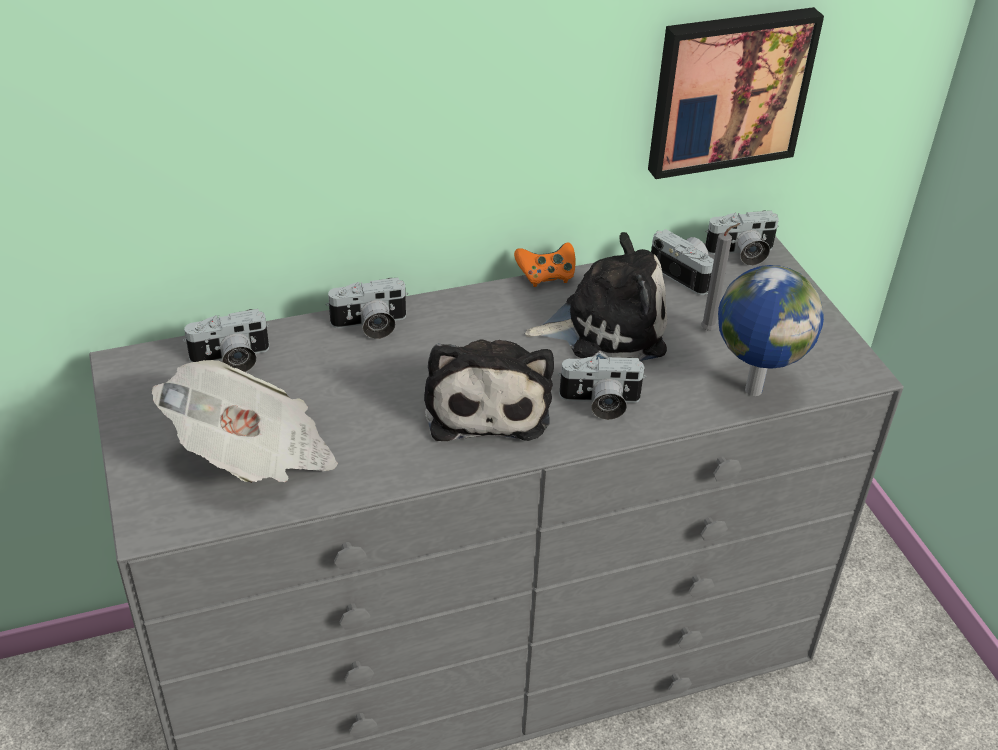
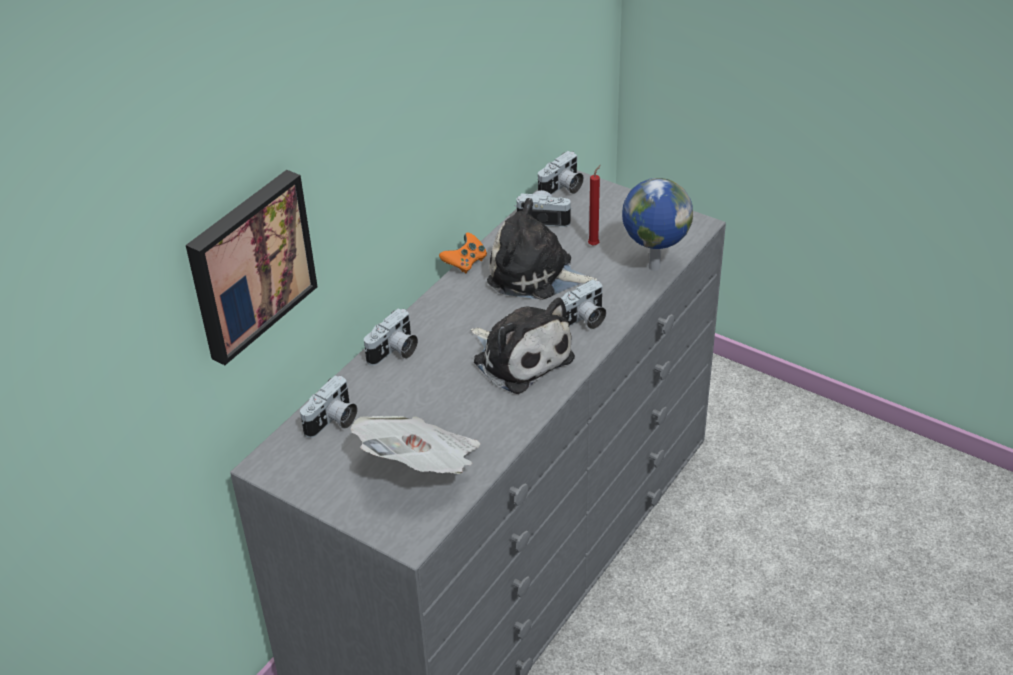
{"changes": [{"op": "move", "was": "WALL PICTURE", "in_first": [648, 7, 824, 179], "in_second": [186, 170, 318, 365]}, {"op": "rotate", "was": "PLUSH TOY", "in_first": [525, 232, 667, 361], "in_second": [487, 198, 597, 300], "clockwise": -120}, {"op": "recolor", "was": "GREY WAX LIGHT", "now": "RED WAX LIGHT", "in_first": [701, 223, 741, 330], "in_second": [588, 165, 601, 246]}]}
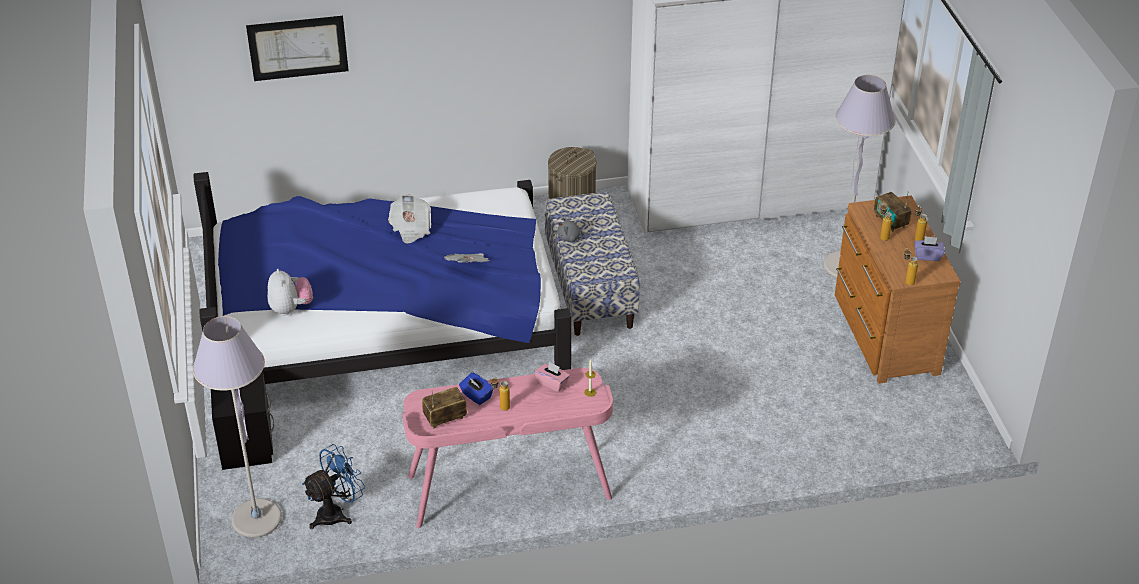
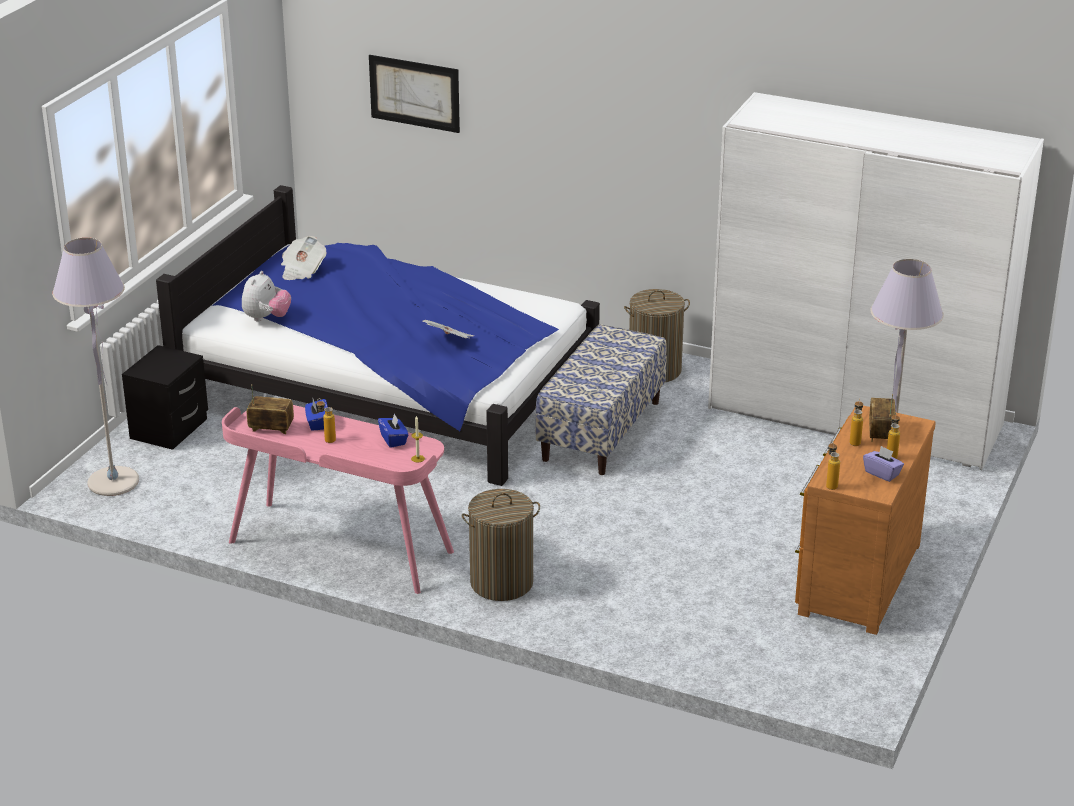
{"changes": [{"op": "move", "was": "DAILY PAPER", "in_first": [388, 194, 431, 244], "in_second": [281, 236, 327, 280]}, {"op": "recolor", "was": "PINK-COLOURED BOX OF TISSUES", "now": "BLUISH BOX OF TISSUES", "in_first": [534, 362, 570, 392], "in_second": [378, 413, 408, 448]}, {"op": "insert", "now": "WASHING BASKET", "in_second": [462, 489, 540, 601]}, {"op": "delete", "was": "BLUISH ELECTRIC FAN", "in_first": [302, 444, 365, 529]}, {"op": "delete", "was": "GREY PLUSH TOY", "in_first": [557, 217, 590, 242]}]}
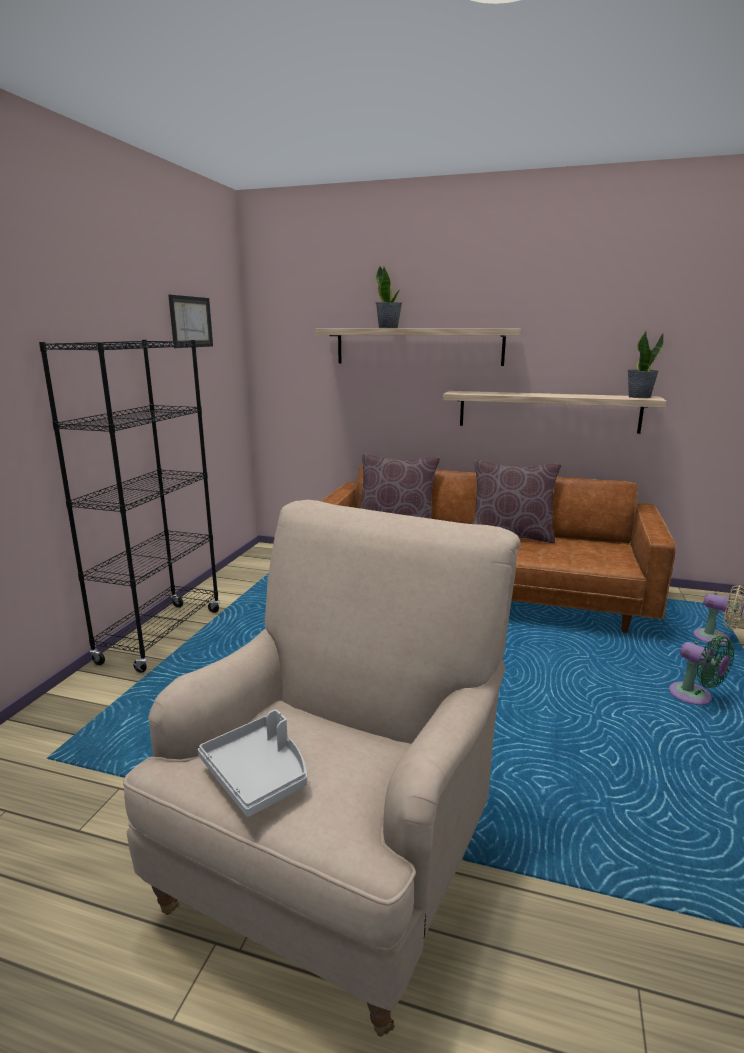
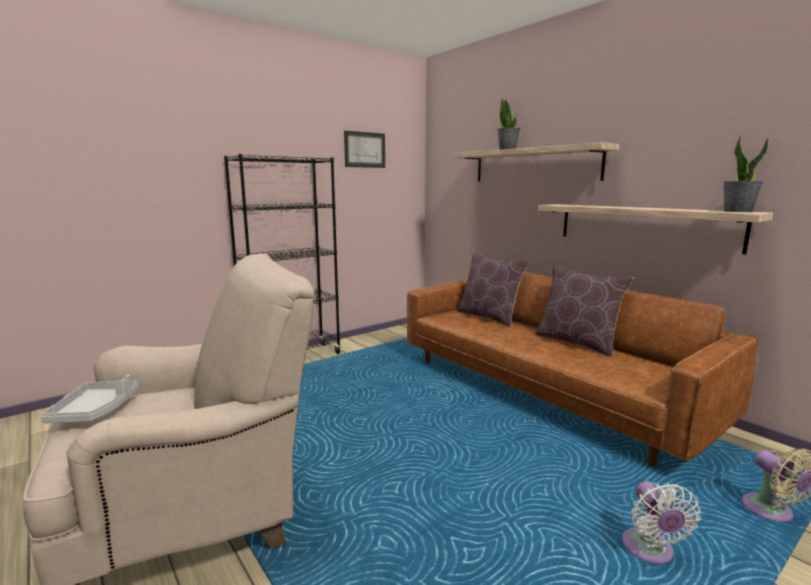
{"changes": [{"op": "recolor", "was": "GREENISH ELECTRIC FAN", "now": "WHITE ELECTRIC FAN", "in_first": [669, 636, 735, 705], "in_second": [622, 481, 701, 564]}]}
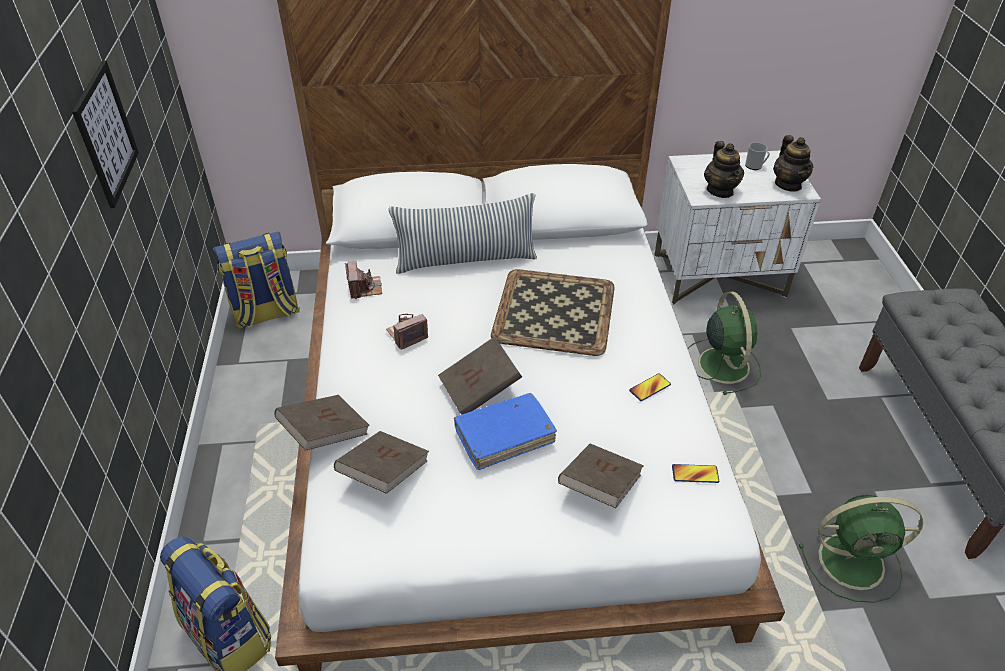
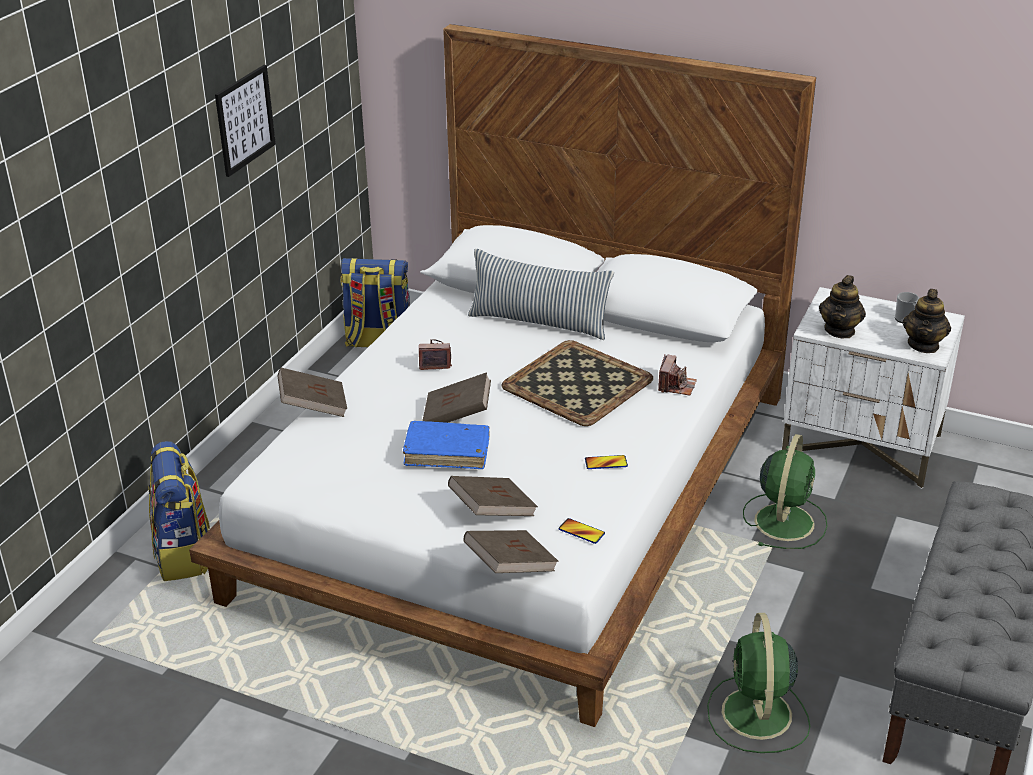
{"changes": [{"op": "move", "was": "BROWN-COLOURED BOOK", "in_first": [334, 431, 429, 494], "in_second": [463, 530, 558, 573]}, {"op": "move", "was": "PHOTO CAMERA", "in_first": [345, 261, 382, 299], "in_second": [658, 355, 697, 395]}, {"op": "rotate", "was": "GREENISH ELECTRIC FAN", "in_first": [799, 494, 923, 603], "in_second": [707, 613, 810, 753], "clockwise": 60}]}
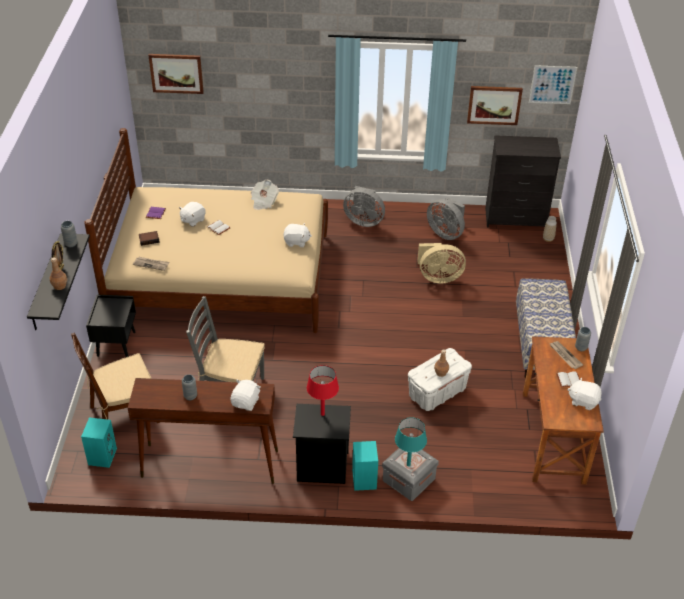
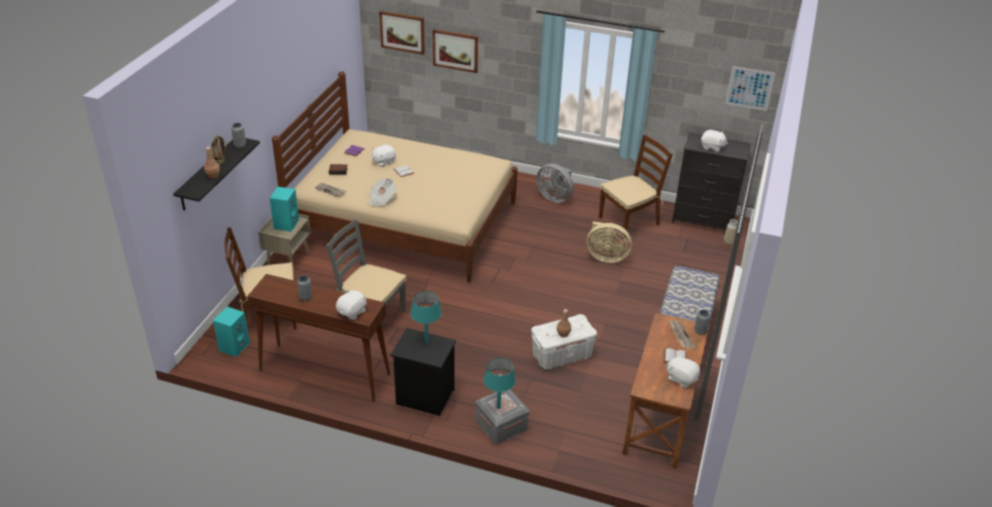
{"changes": [{"op": "recolor", "was": "BLACK-COLOURED BEDSIDE TABLE", "now": "SAND-COLOURED BEDSIDE TABLE", "in_first": [86, 295, 136, 357], "in_second": [258, 214, 311, 271]}, {"op": "move", "was": "BLUE-GREEN LOUDSPEAKER", "in_first": [352, 441, 378, 491], "in_second": [270, 187, 299, 232]}, {"op": "move", "was": "DAILY PAPER", "in_first": [251, 180, 279, 210], "in_second": [369, 178, 397, 206]}, {"op": "recolor", "was": "RED TABLE LAMP", "now": "BLUE-GREEN TABLE LAMP", "in_first": [307, 365, 339, 416], "in_second": [410, 291, 442, 343]}, {"op": "move", "was": "WALL PICTURE", "in_first": [467, 86, 523, 125], "in_second": [433, 29, 478, 73]}, {"op": "replace", "was": "GREY ELECTRIC FAN", "now": "BROWN-COLOURED PLAIN CHAIR", "in_first": [427, 197, 465, 240], "in_second": [599, 134, 673, 238]}, {"op": "move", "was": "WHITE PLUSH TOY", "in_first": [283, 223, 312, 247], "in_second": [701, 130, 728, 152]}]}
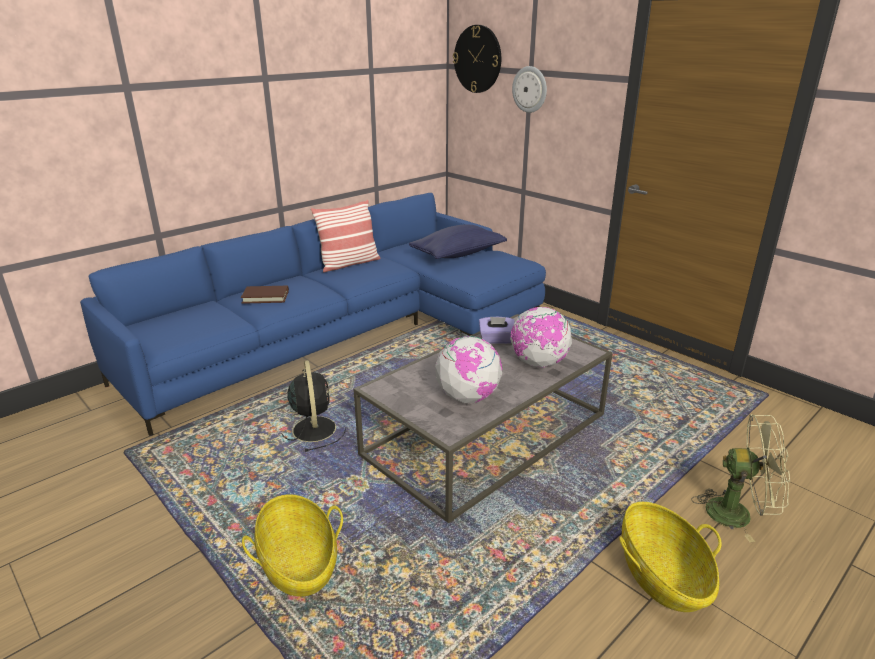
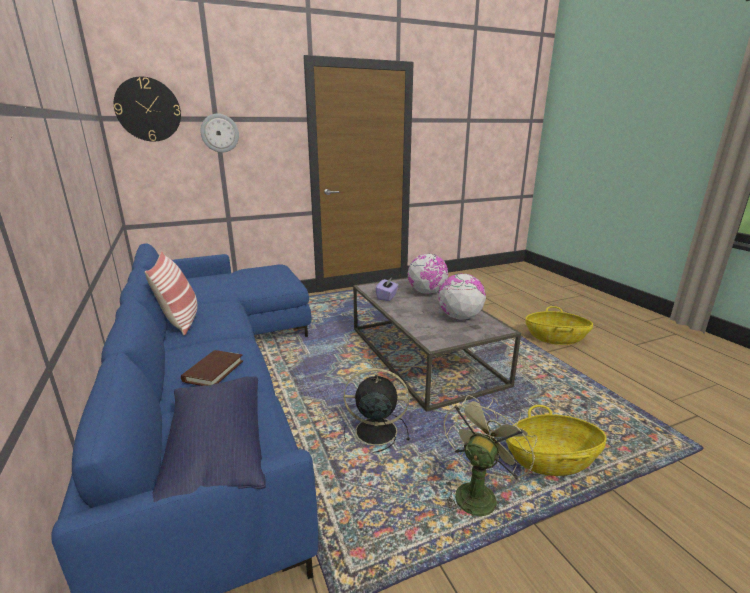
{"changes": [{"op": "move", "was": "BLUISH CUSHION", "in_first": [409, 224, 507, 259], "in_second": [152, 377, 266, 502]}, {"op": "move", "was": "GREENISH ELECTRIC FAN", "in_first": [692, 414, 790, 542], "in_second": [441, 395, 537, 517]}]}
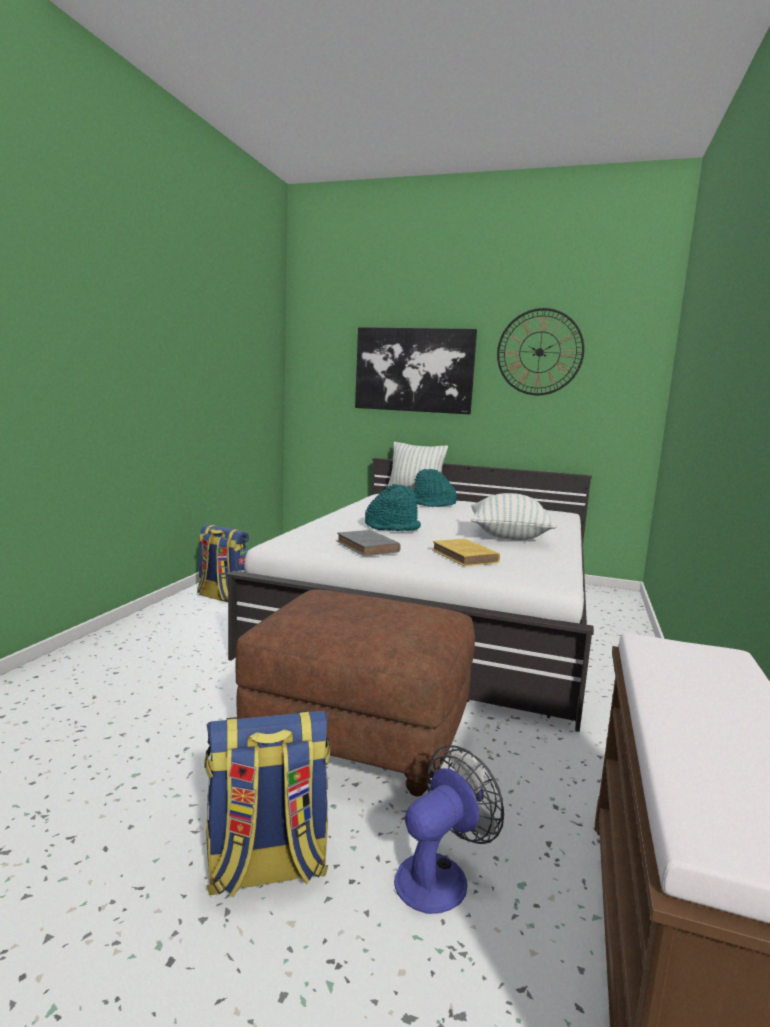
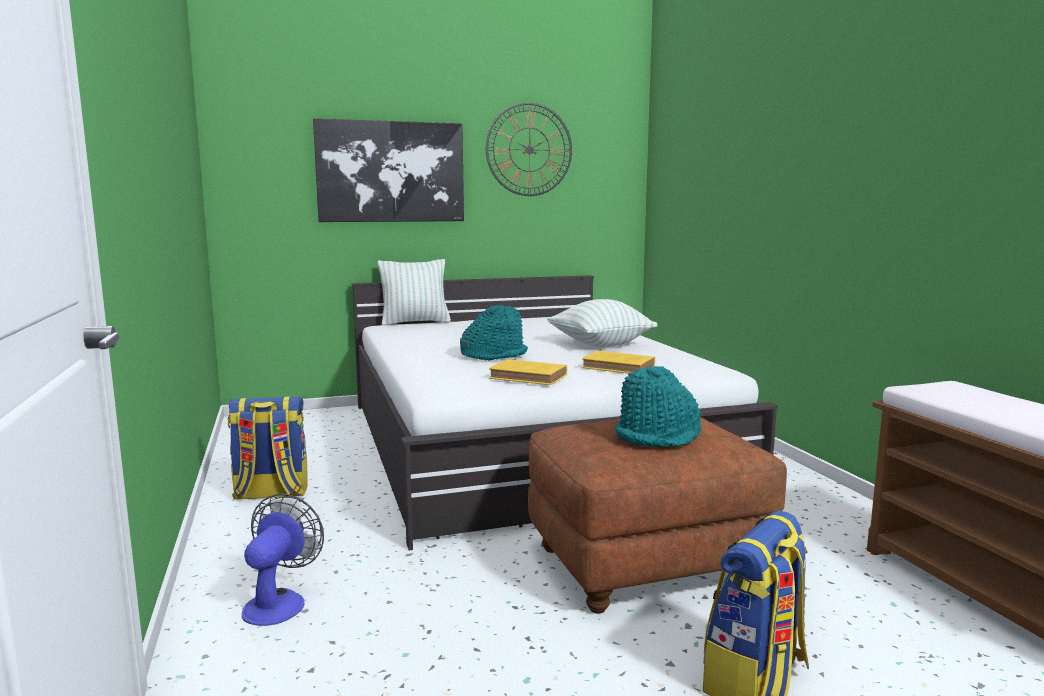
{"changes": [{"op": "move", "was": "ELECTRIC FAN", "in_first": [394, 745, 504, 914], "in_second": [242, 494, 324, 626]}, {"op": "recolor", "was": "GREY BOOK", "now": "YELLOW BOOK", "in_first": [337, 530, 401, 556], "in_second": [489, 359, 567, 385]}, {"op": "move", "was": "BLUE-GREEN HAT", "in_first": [414, 469, 457, 507], "in_second": [615, 366, 701, 447]}]}
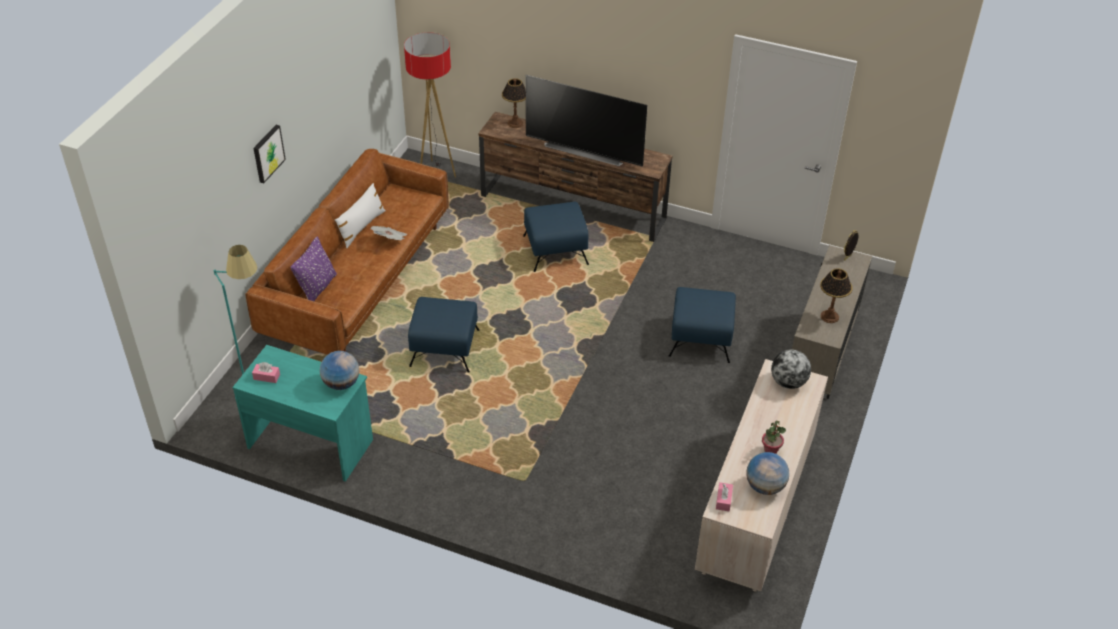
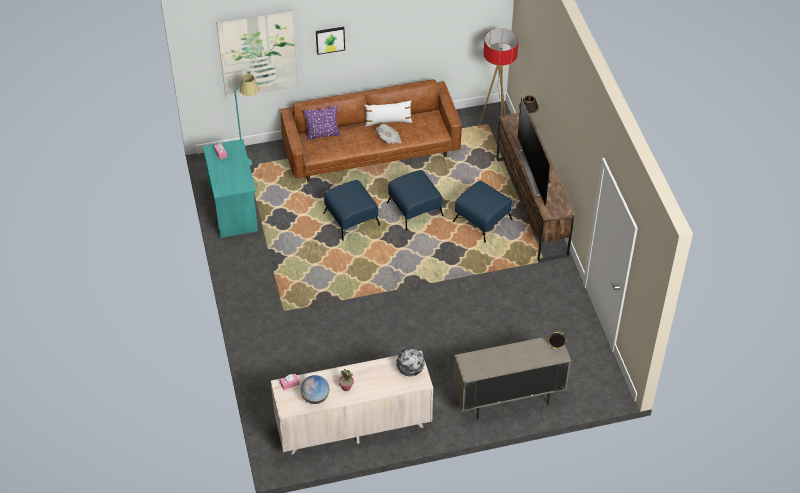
{"changes": [{"op": "insert", "now": "WALL PICTURE", "in_second": [216, 9, 298, 98]}, {"op": "move", "was": "BLUISH OTTOMAN", "in_first": [669, 287, 736, 363], "in_second": [387, 170, 443, 230]}, {"op": "delete", "was": "WORLD GLOBE", "in_first": [320, 351, 359, 390]}, {"op": "delete", "was": "TABLE LAMP", "in_first": [820, 268, 853, 323]}]}
